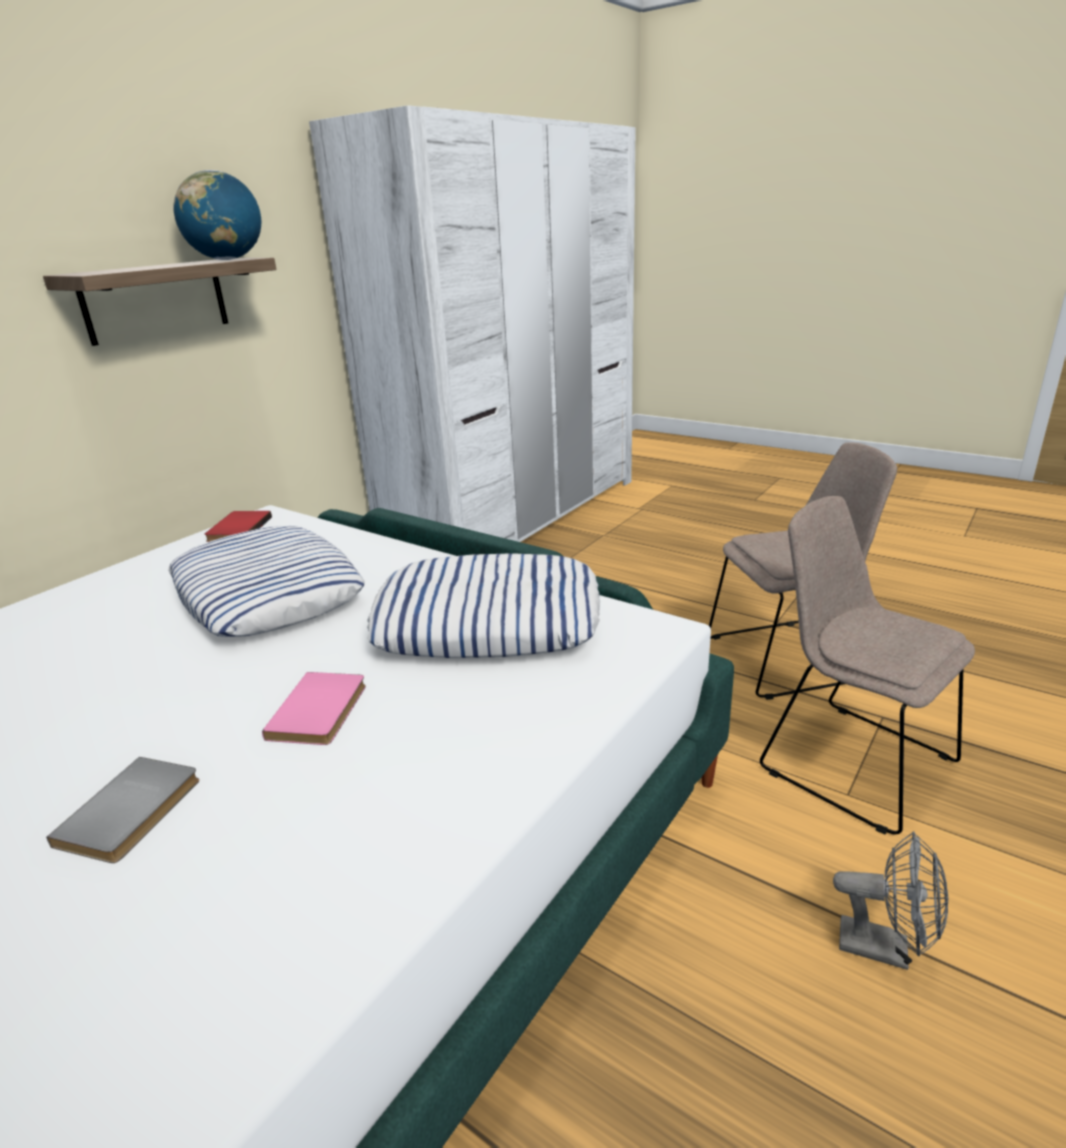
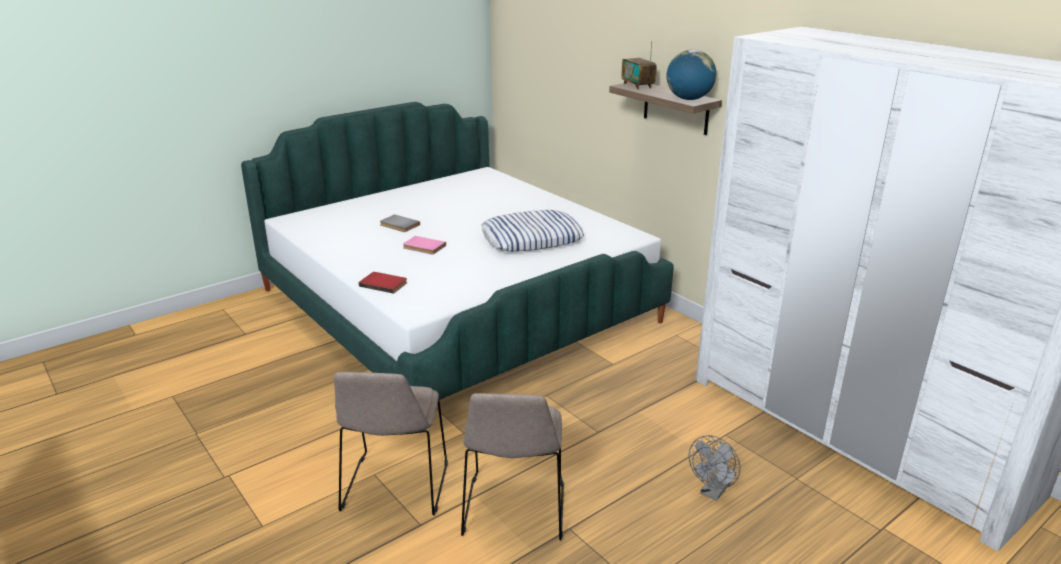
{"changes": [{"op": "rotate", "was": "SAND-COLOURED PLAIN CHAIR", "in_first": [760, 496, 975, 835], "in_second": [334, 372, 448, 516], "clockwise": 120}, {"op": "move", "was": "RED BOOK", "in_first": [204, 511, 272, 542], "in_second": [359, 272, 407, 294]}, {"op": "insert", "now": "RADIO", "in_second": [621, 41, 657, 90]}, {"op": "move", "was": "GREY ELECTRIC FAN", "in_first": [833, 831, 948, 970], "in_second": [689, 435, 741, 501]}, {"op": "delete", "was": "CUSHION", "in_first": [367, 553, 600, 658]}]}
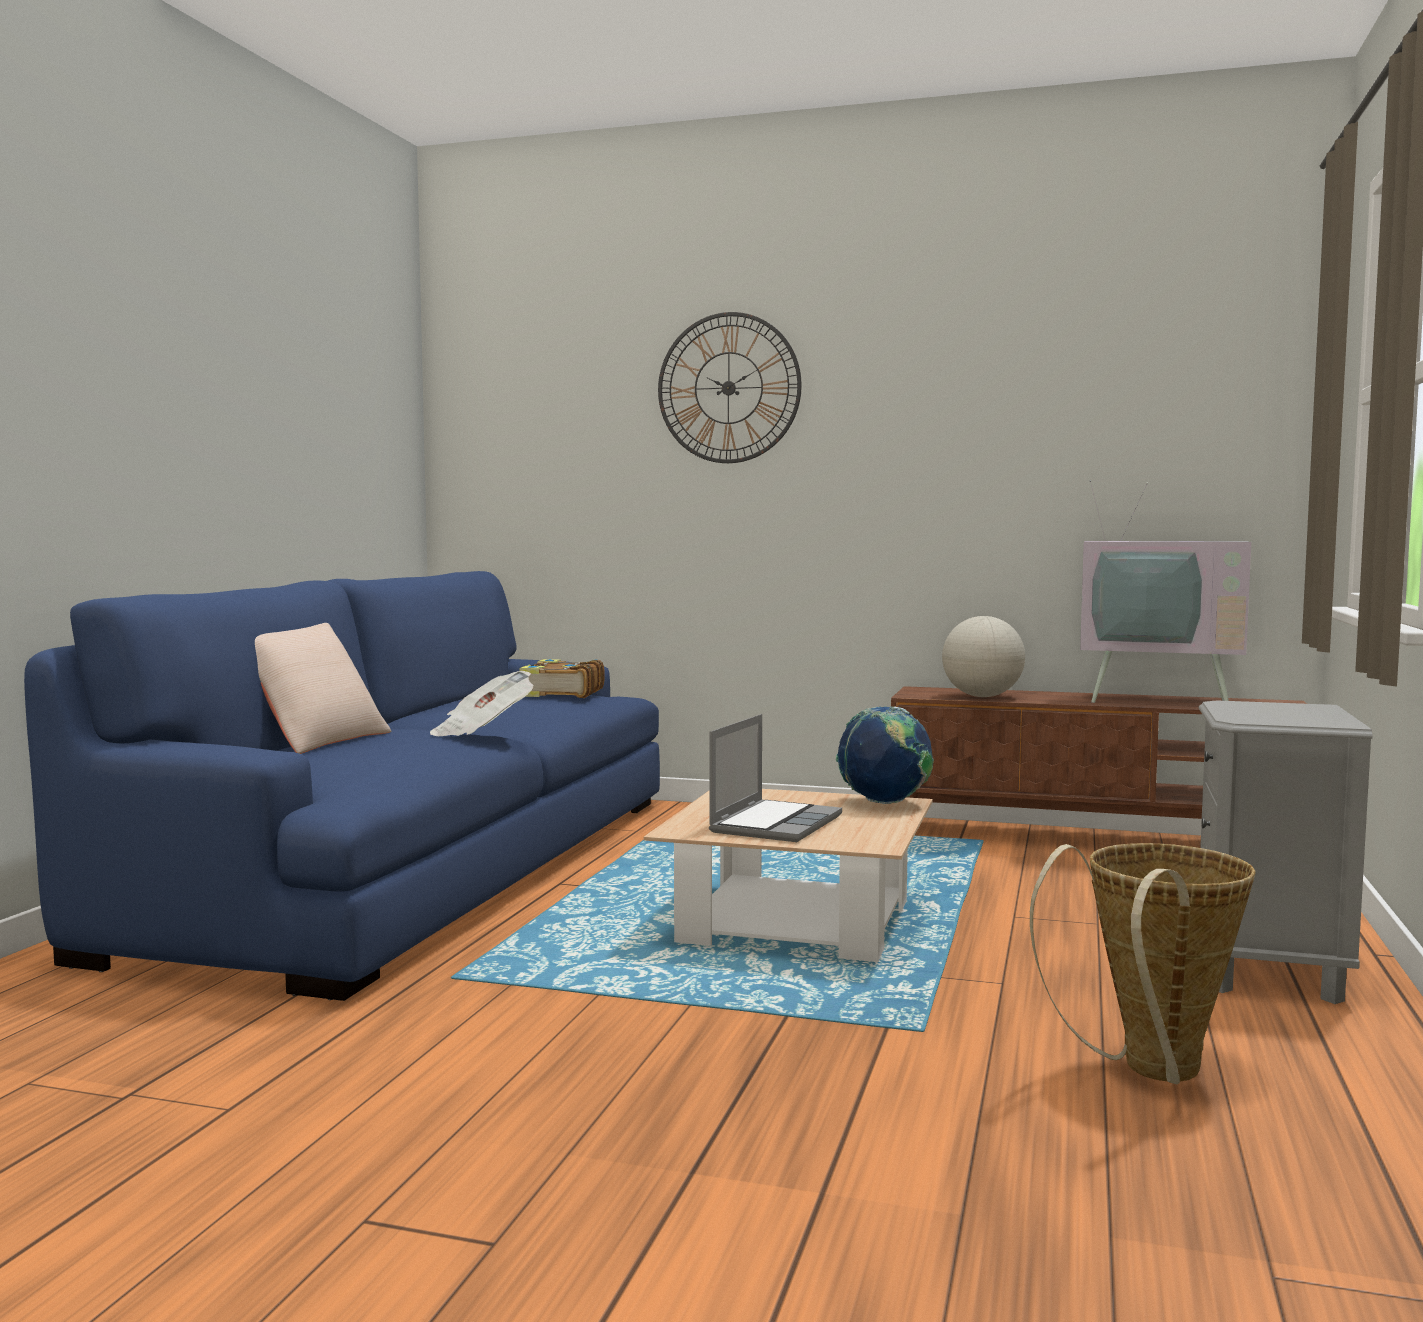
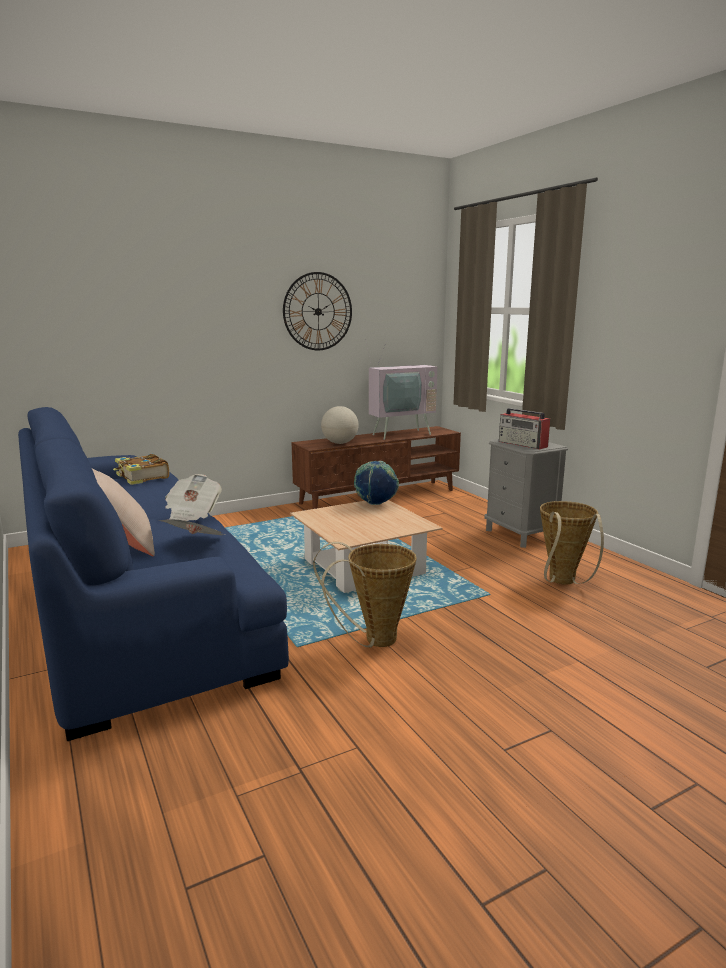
{"changes": [{"op": "insert", "now": "DAILY PAPER", "in_second": [160, 519, 226, 535]}, {"op": "move", "was": "WALL CLOCK", "in_first": [658, 312, 802, 463], "in_second": [283, 272, 352, 350]}, {"op": "insert", "now": "STORAGE BASKET", "in_second": [313, 542, 417, 648]}, {"op": "insert", "now": "RADIO", "in_second": [499, 408, 550, 449]}, {"op": "delete", "was": "NOTEBOOK COMPUTER", "in_first": [709, 714, 842, 842]}]}
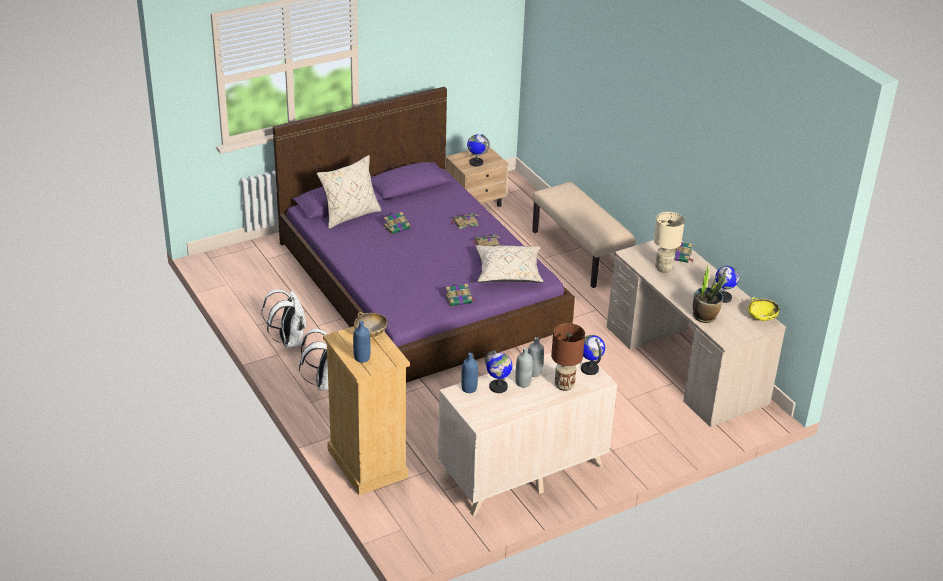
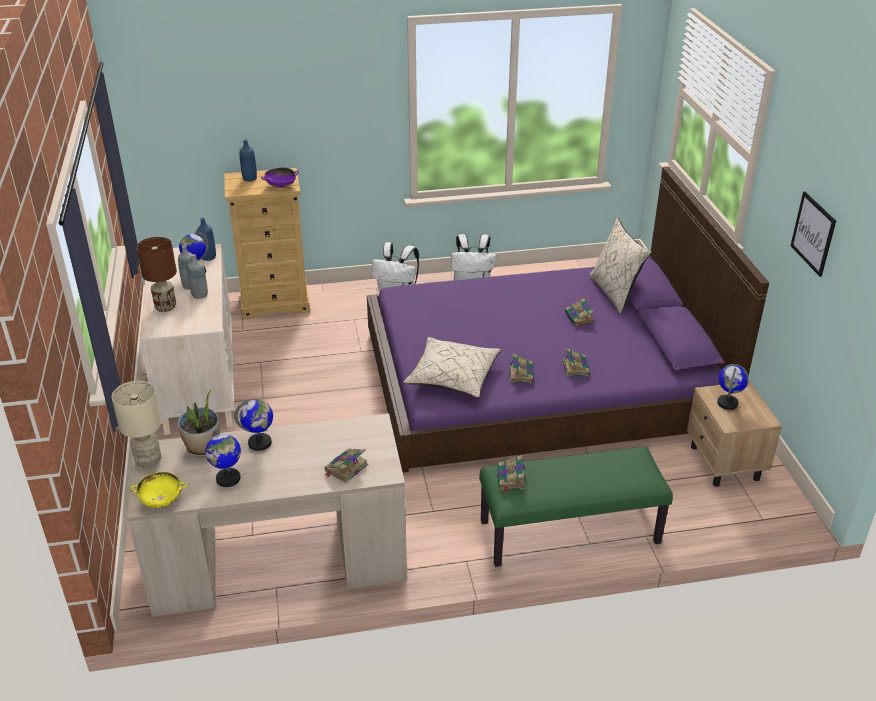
{"changes": [{"op": "move", "was": "SAND-COLOURED TABLE LAMP", "in_first": [654, 212, 685, 273], "in_second": [112, 381, 161, 469]}, {"op": "move", "was": "WORLD GLOBE", "in_first": [581, 335, 605, 375], "in_second": [234, 400, 273, 451]}, {"op": "recolor", "was": "SAND-COLOURED DEEP DISH", "now": "PURPLE-COLOURED DEEP DISH", "in_first": [354, 312, 387, 337], "in_second": [261, 168, 299, 188]}, {"op": "recolor", "was": "SAND-COLOURED INDOOR BENCH", "now": "GREENISH INDOOR BENCH", "in_first": [532, 182, 636, 288], "in_second": [479, 447, 673, 567]}, {"op": "move", "was": "BOOK", "in_first": [445, 284, 475, 306], "in_second": [498, 455, 526, 492]}, {"op": "insert", "now": "WALL PICTURE", "in_second": [791, 191, 836, 277]}]}
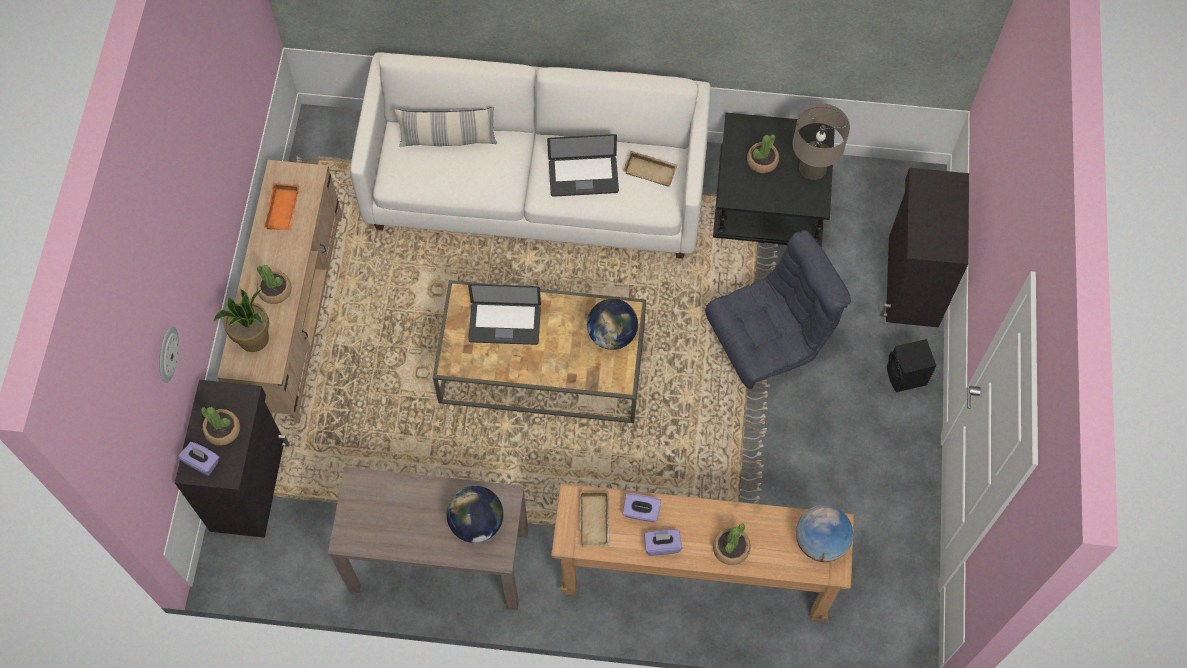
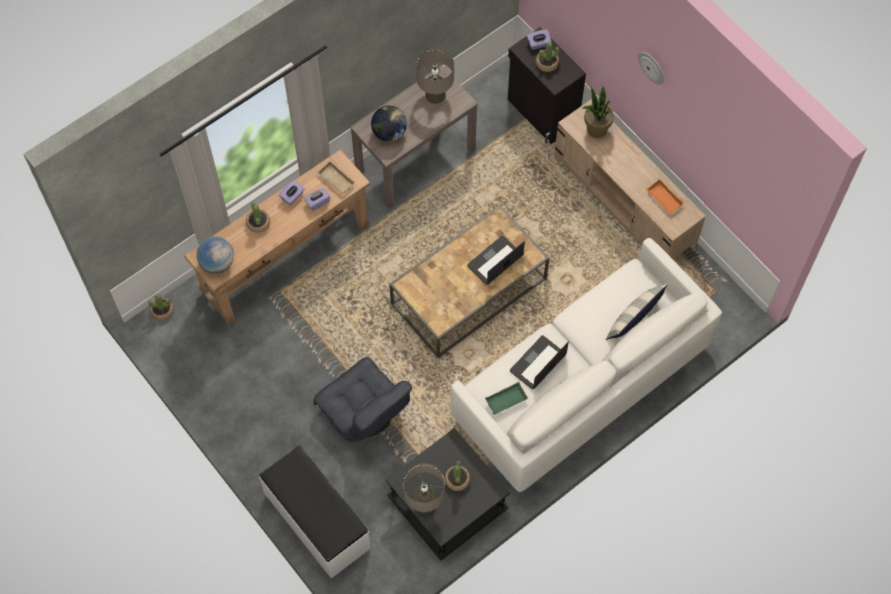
{"changes": [{"op": "move", "was": "PLANT IN A POT", "in_first": [257, 265, 292, 304], "in_second": [148, 294, 173, 320]}, {"op": "replace", "was": "BLACK-COLOURED CUPBOARD", "now": "WHITE INDOOR BENCH", "in_first": [881, 168, 969, 328], "in_second": [259, 446, 371, 579]}, {"op": "rotate", "was": "GREY LOUNGE CHAIR", "in_first": [705, 230, 851, 389], "in_second": [313, 357, 412, 442], "clockwise": -60}, {"op": "insert", "now": "SAND-COLOURED TABLE LAMP", "in_second": [416, 48, 454, 104]}, {"op": "recolor", "was": "SAND-COLOURED TRAY", "now": "GREENISH TRAY", "in_first": [623, 151, 678, 187], "in_second": [485, 382, 528, 415]}, {"op": "move", "was": "WALL CLOCK", "in_first": [159, 326, 179, 383], "in_second": [638, 52, 664, 84]}, {"op": "delete", "was": "WORLD GLOBE", "in_first": [587, 299, 638, 350]}, {"op": "delete", "was": "BLACK-COLOURED LOUDSPEAKER", "in_first": [887, 339, 936, 392]}]}
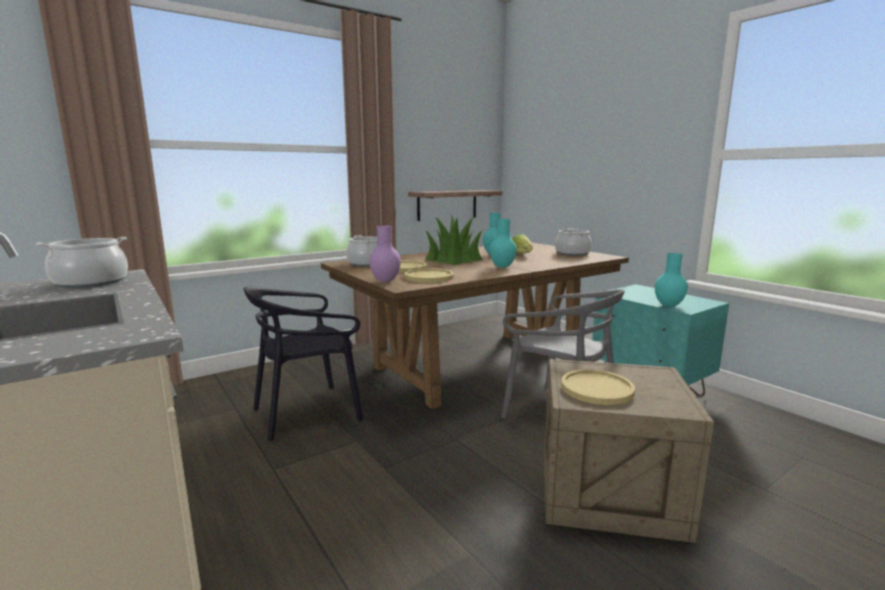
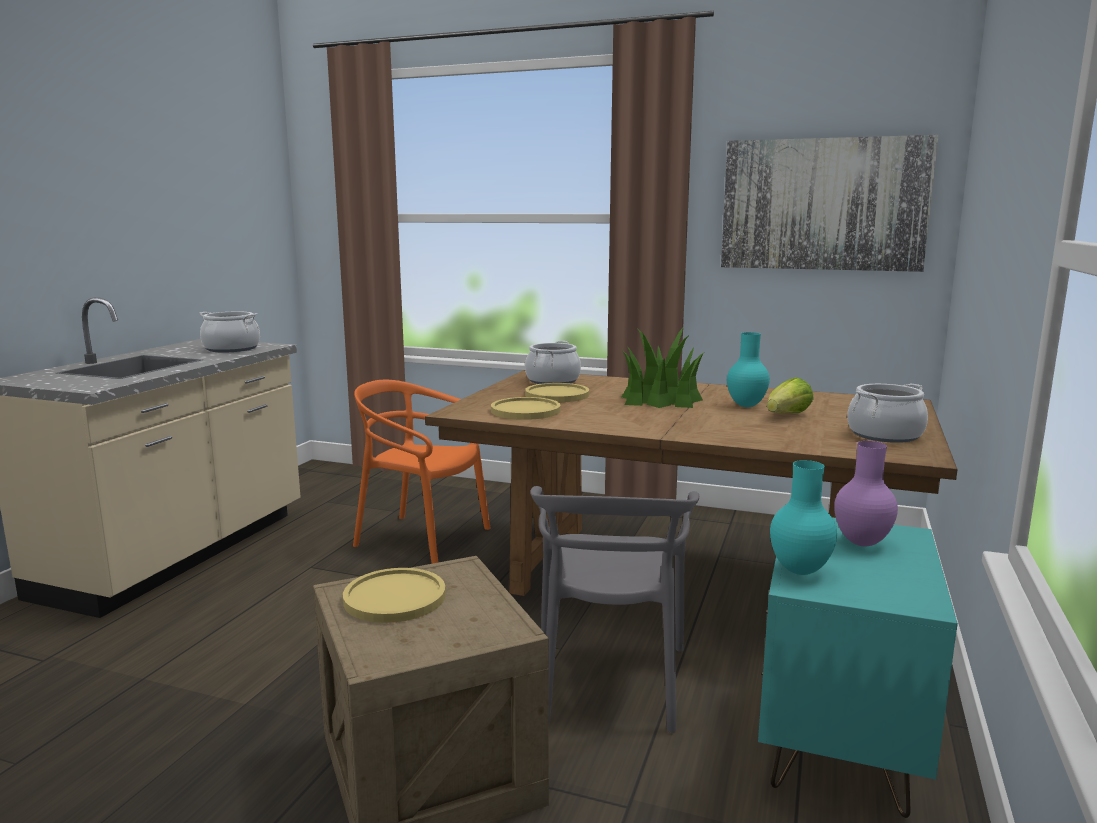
{"changes": [{"op": "recolor", "was": "BLACK-COLOURED PLAIN CHAIR", "now": "ORANGE PLAIN CHAIR", "in_first": [243, 287, 364, 441], "in_second": [353, 380, 491, 564]}, {"op": "insert", "now": "WALL PICTURE", "in_second": [721, 135, 939, 272]}, {"op": "move", "was": "PURPLE-COLOURED VASE", "in_first": [369, 225, 401, 282], "in_second": [834, 441, 898, 546]}, {"op": "delete", "was": "WALL SHELF", "in_first": [408, 190, 503, 221]}, {"op": "delete", "was": "BLUE-GREEN VASE", "in_first": [489, 219, 517, 268]}]}
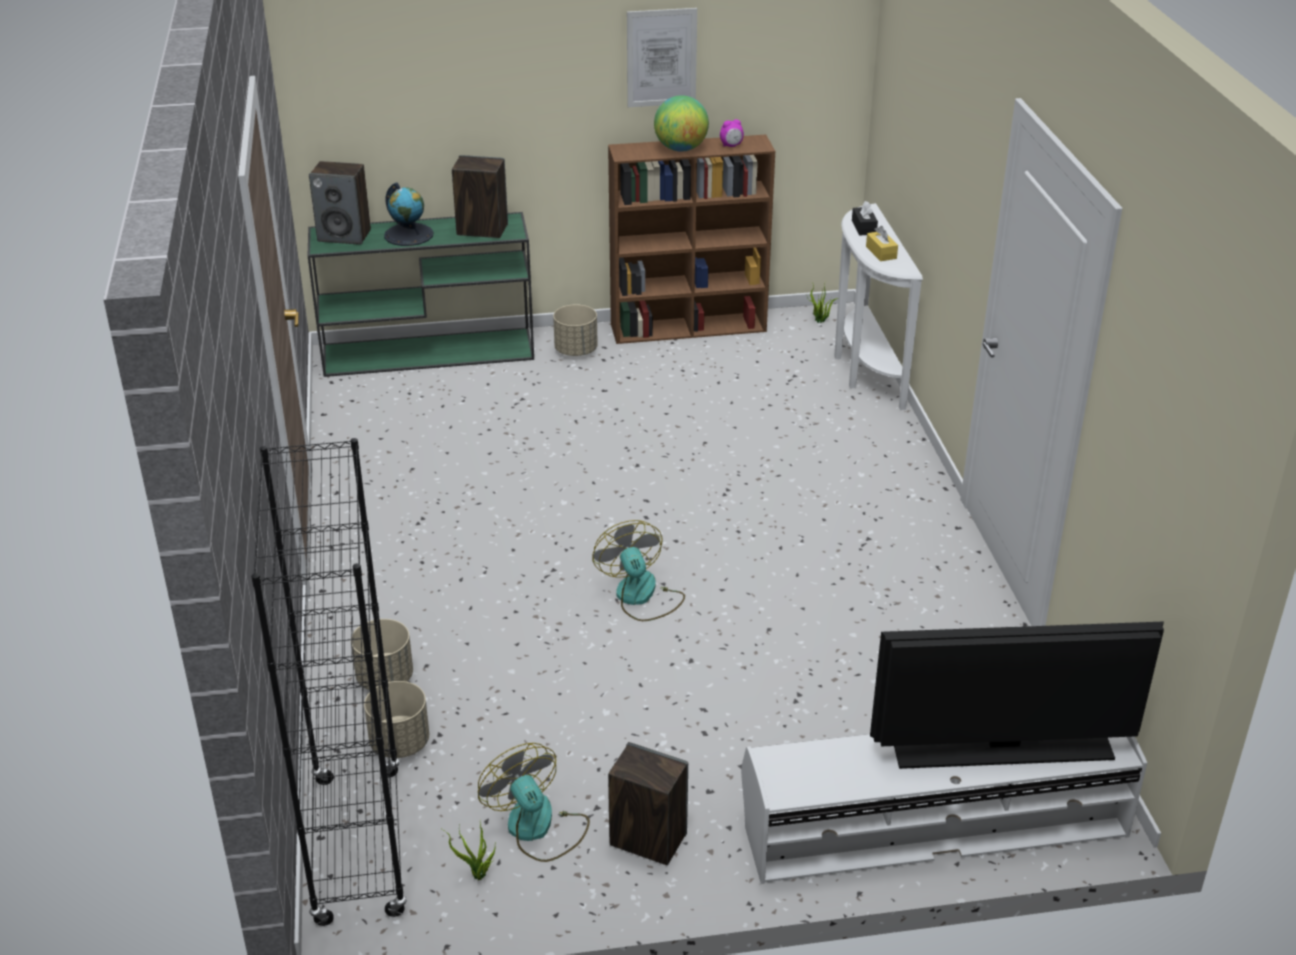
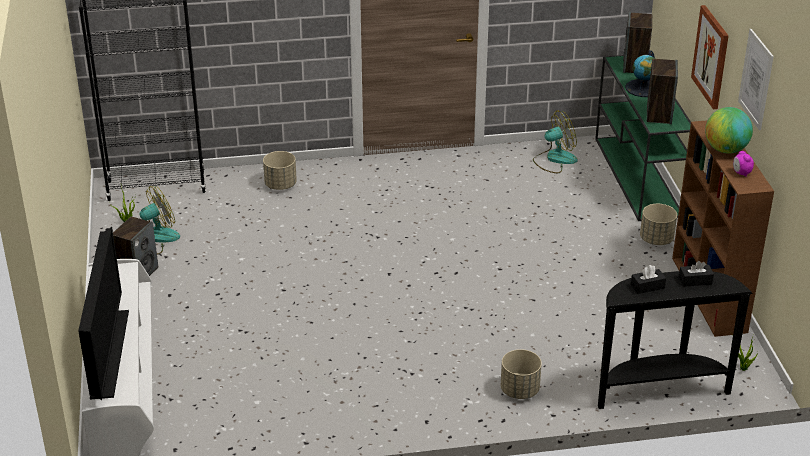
{"changes": [{"op": "move", "was": "SAND-COLOURED FLOWER POT", "in_first": [364, 681, 429, 758], "in_second": [501, 349, 542, 399]}, {"op": "move", "was": "ELECTRIC FAN", "in_first": [593, 520, 685, 621], "in_second": [533, 111, 578, 173]}, {"op": "recolor", "was": "WHITE HALL TABLE", "now": "BLACK-COLOURED HALL TABLE", "in_first": [834, 203, 923, 410], "in_second": [598, 271, 753, 409]}, {"op": "recolor", "was": "YELLOW BOX OF TISSUES", "now": "BLACK-COLOURED BOX OF TISSUES", "in_first": [866, 226, 898, 261], "in_second": [631, 265, 666, 294]}, {"op": "insert", "now": "WALL PICTURE", "in_second": [691, 5, 729, 109]}]}
